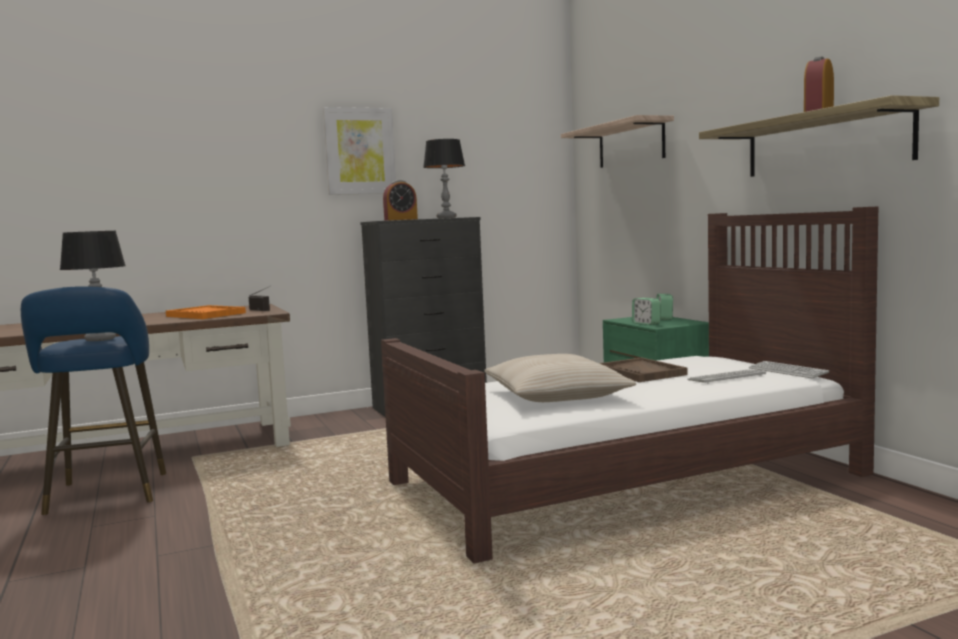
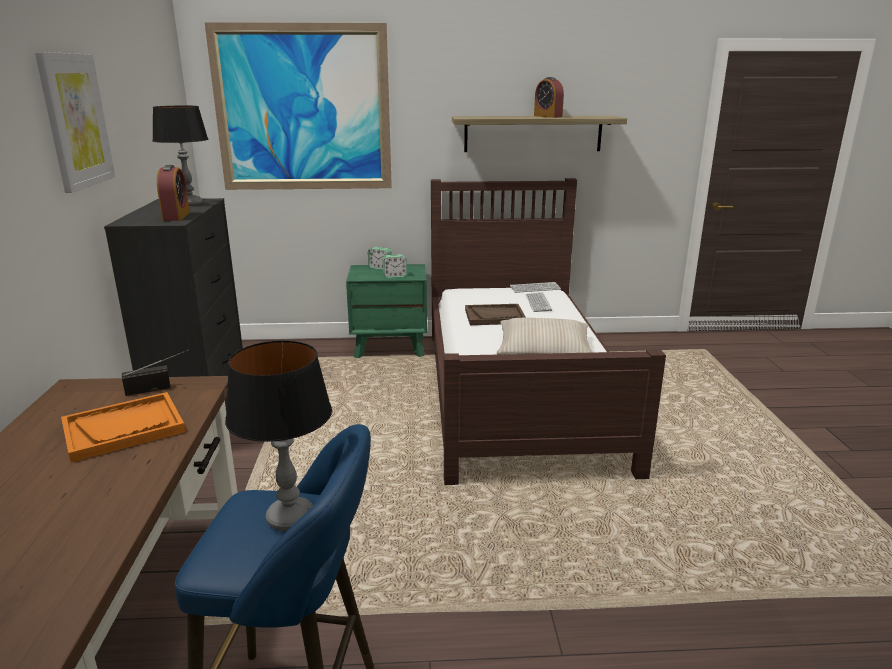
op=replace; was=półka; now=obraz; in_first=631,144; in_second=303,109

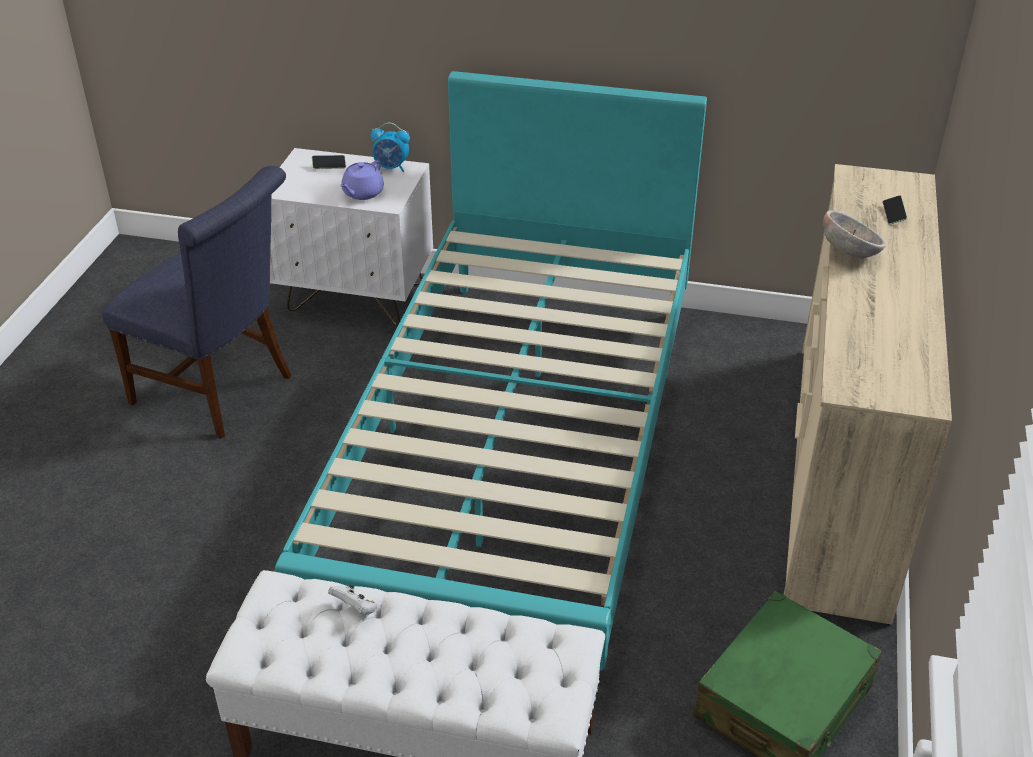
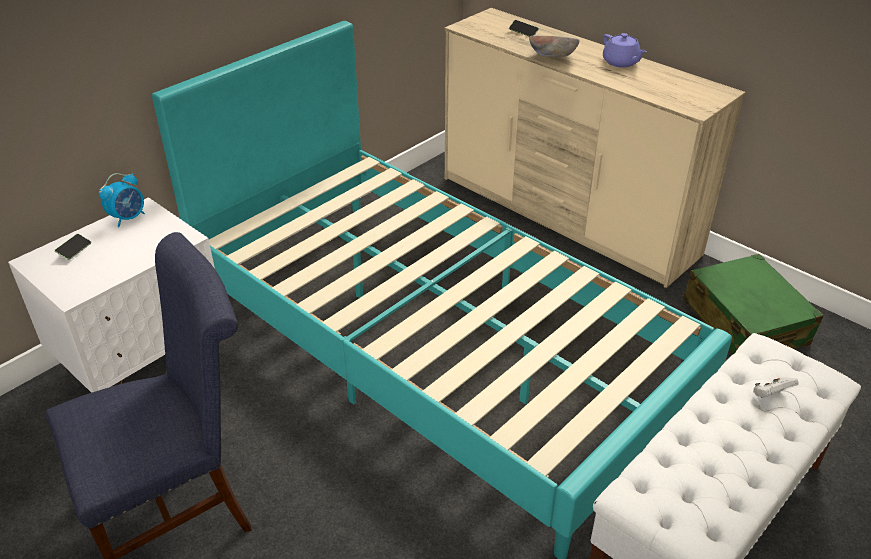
op=move; was=pad do gier/biały; in_first=355,609; in_second=771,395
op=move; was=imbryk/fioletowy; in_first=362,193; in_second=621,62

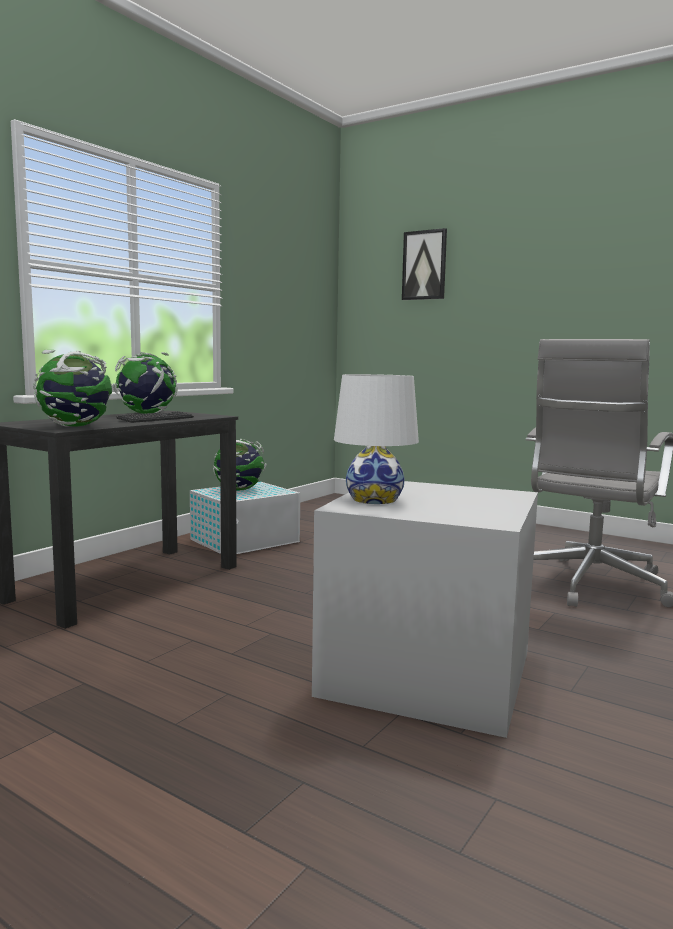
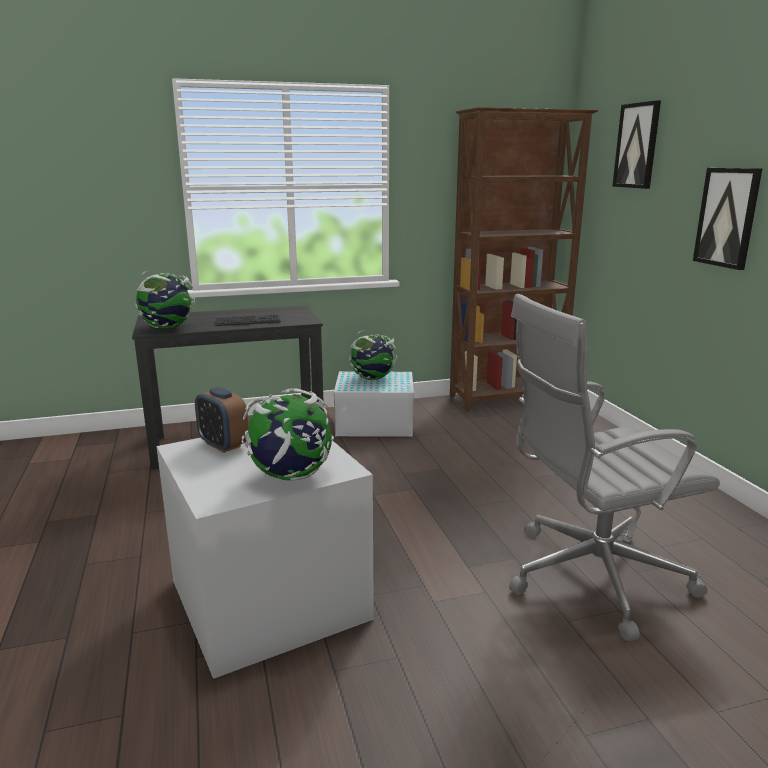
op=move; was=globus; in_first=146,414; in_second=290,476
op=replace; was=lampa stołowa/biały; now=budzik; in_first=374,499; in_second=223,445
op=insert; now=regał/brązowy; in_second=507,398
op=insert; now=obraz; in_second=727,217

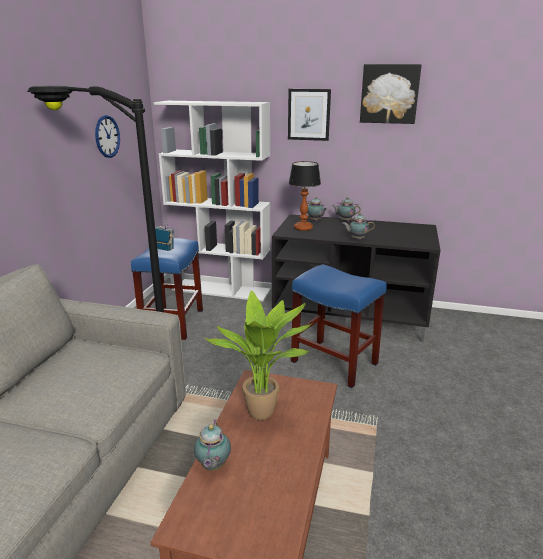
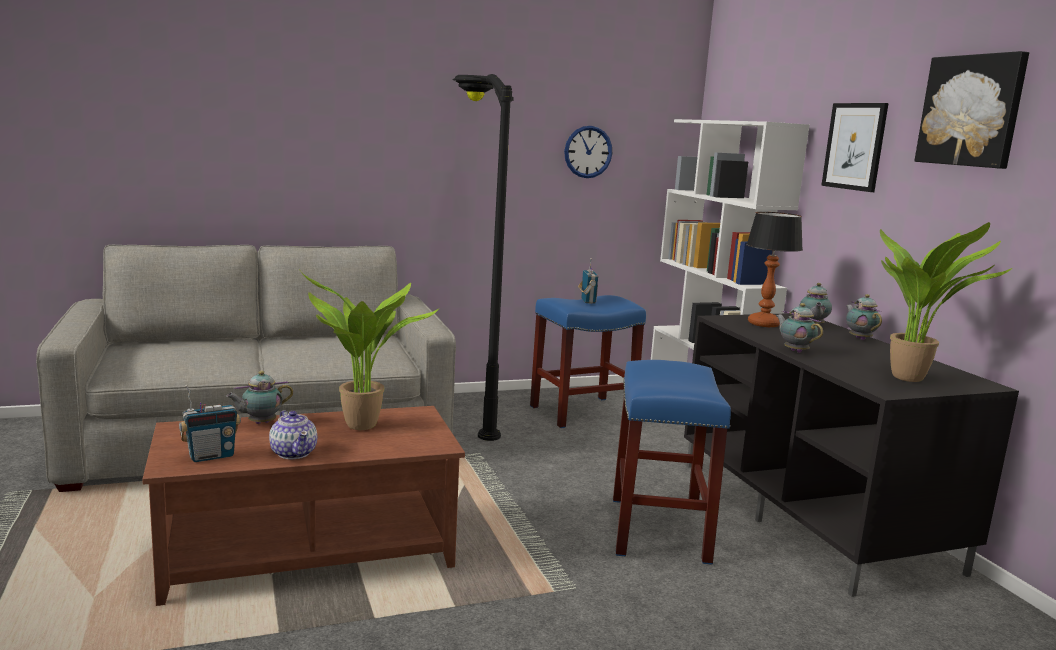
op=insert; now=radio; in_second=211,456
op=insert; now=imbryk; in_second=294,453
op=insert; now=roślina doniczkowa; in_second=913,379

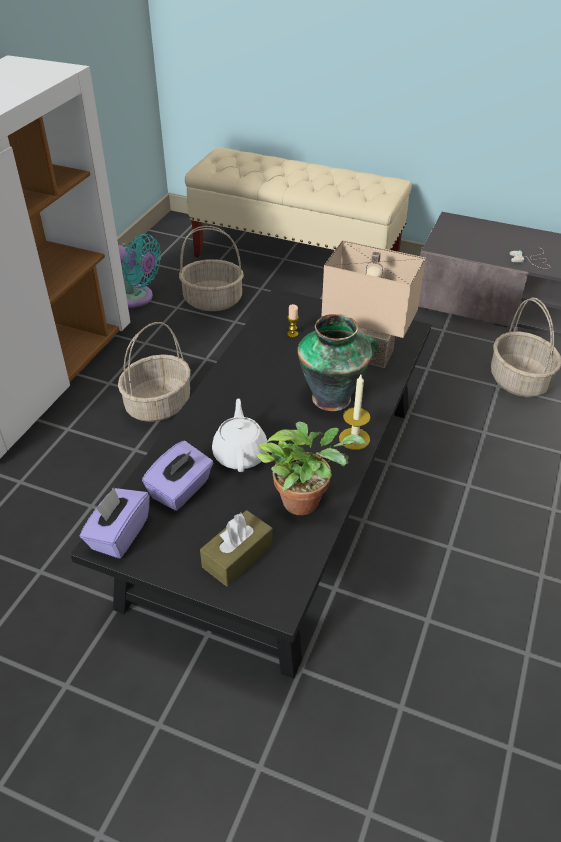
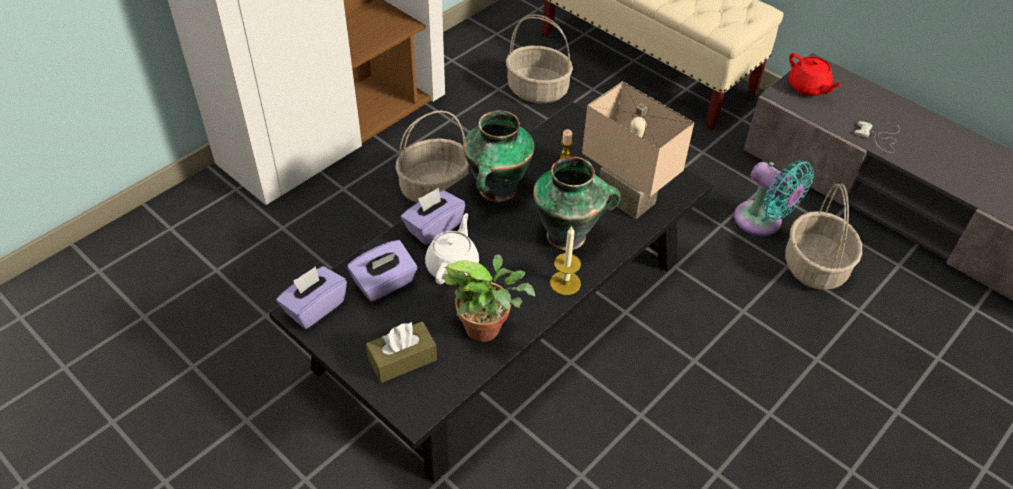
op=move; was=wentylator/turkusowy; in_first=137,298; in_second=762,222
op=insert; now=pudełko chusteczek/fioletowy; in_second=433,227
op=insert; now=wazon; in_second=497,190
op=insert; now=imbryk/czerwony; in_second=808,88

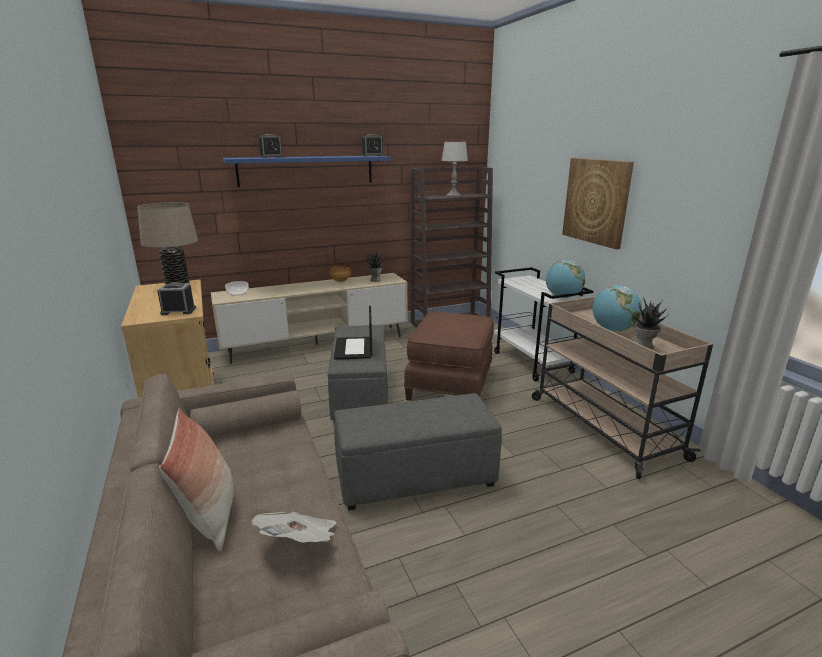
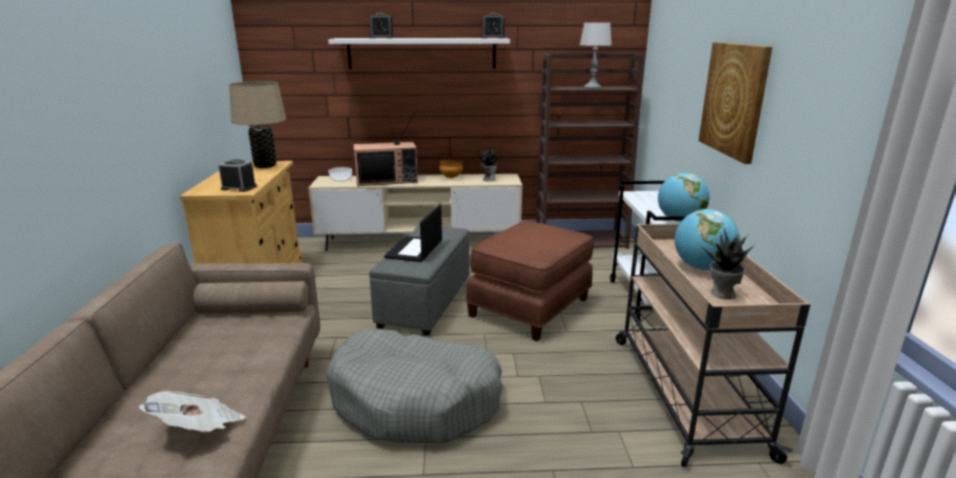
op=delete; was=poduszka; in_first=210,515
op=recolor; was=półka/niebieski; now=półka/biały; in_first=306,170; in_second=422,53
op=replace; was=pufa/szary; now=legowisko/szary; in_first=414,478; in_second=415,400
op=insert; now=telewizor; in_second=387,180

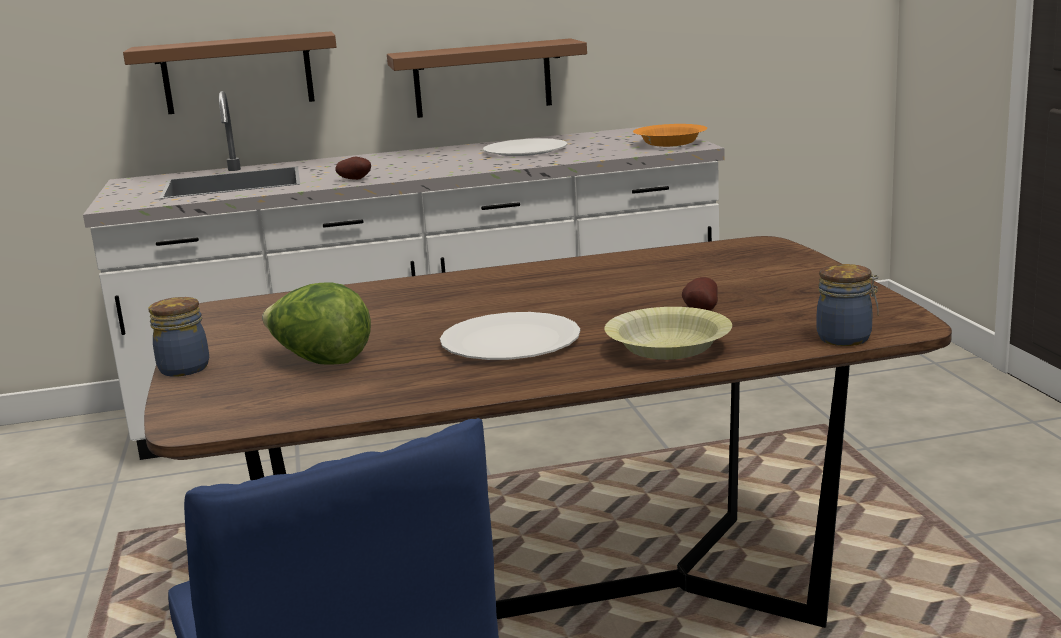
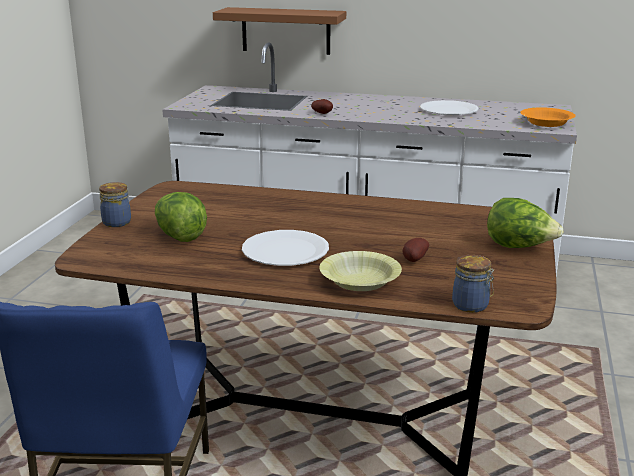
op=delete; was=półka/brązowy; in_first=482,78
op=insert; now=sałata; in_second=519,247

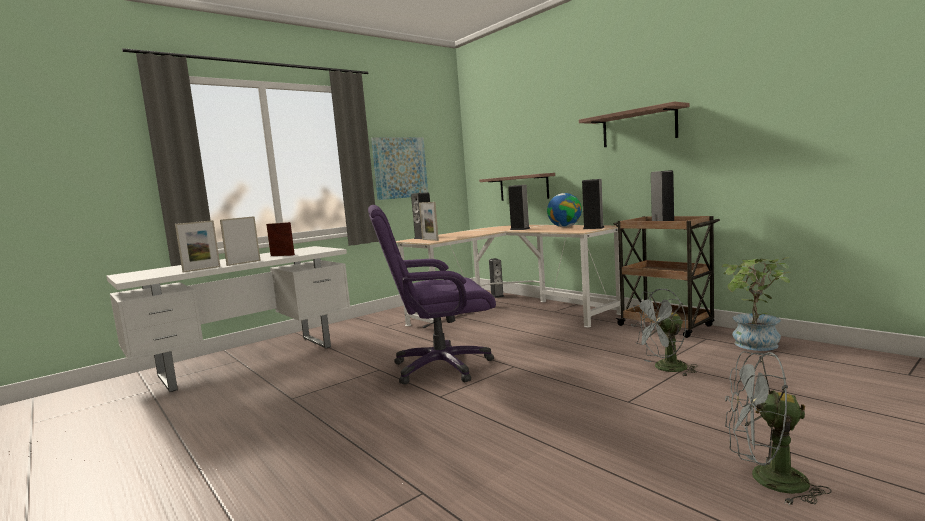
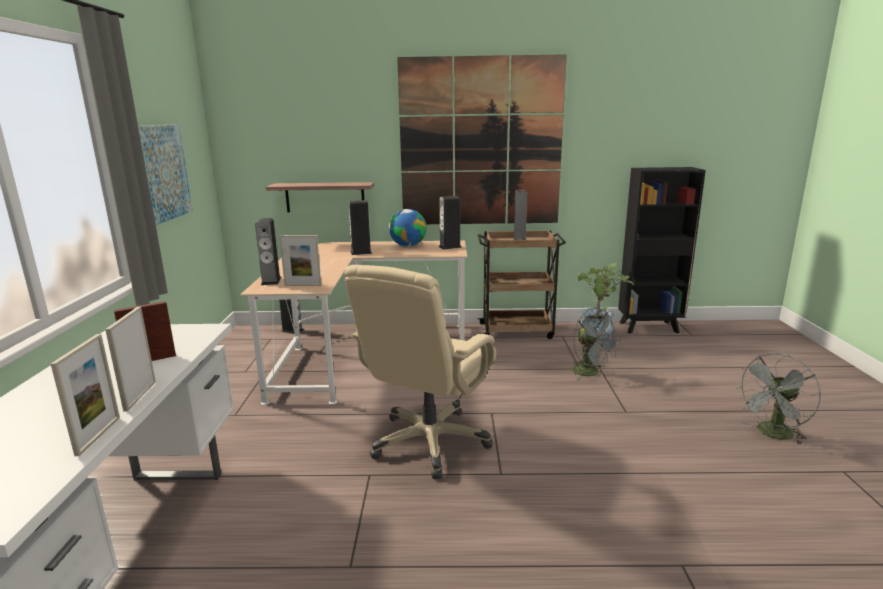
op=recolor; was=krzesło biurowe/fioletowy; now=krzesło biurowe/beżowy; in_first=440,367; in_second=429,442
op=replace; was=półka; now=obraz; in_first=638,127; in_second=481,143
op=rotate; was=wentylator/szary; in_first=665,369; in_second=591,373; clockwise=-60
op=insert; now=regał/czarny; in_second=650,327

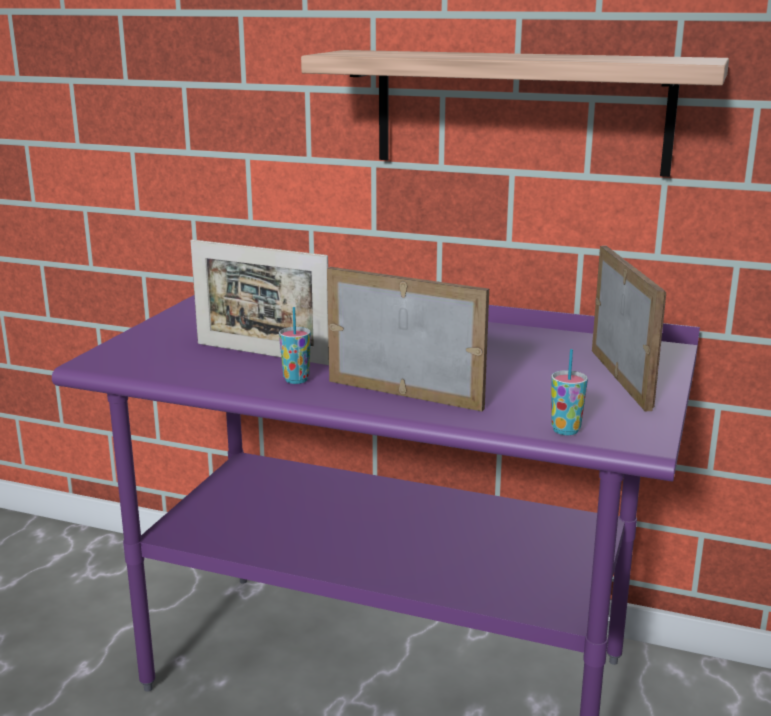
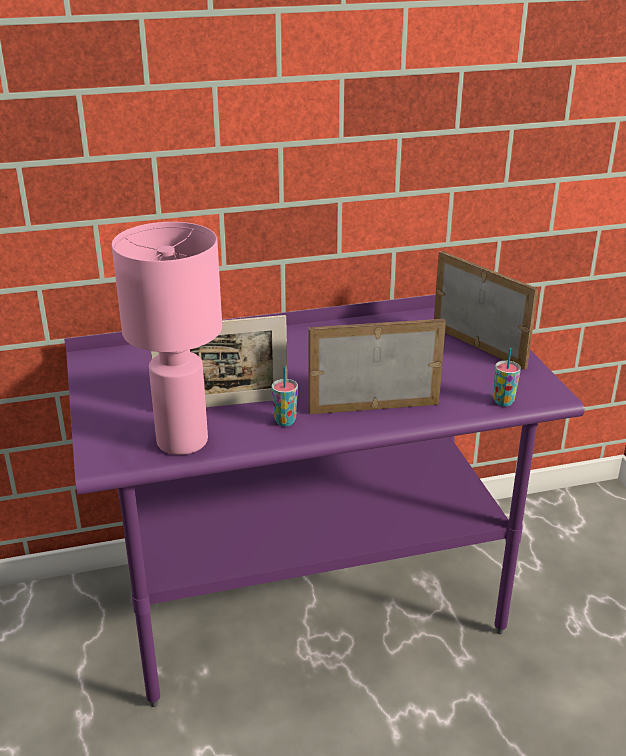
op=delete; was=półka; in_first=520,111
op=insert; now=lampa stołowa/różowy; in_second=182,440

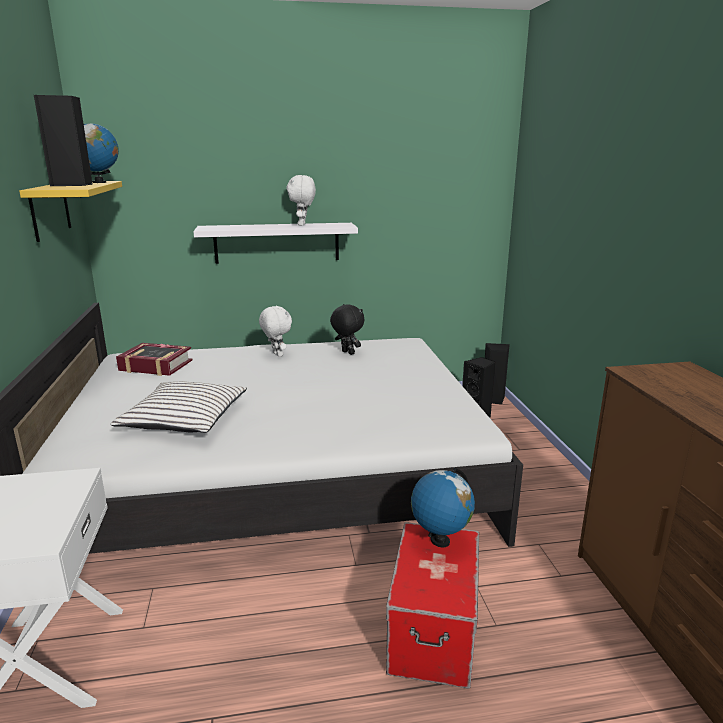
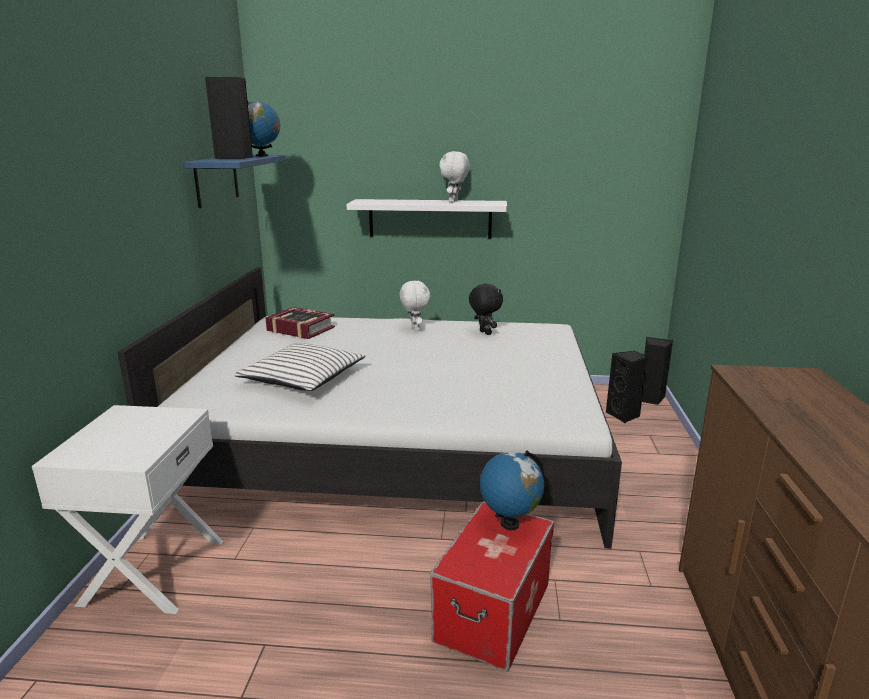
op=recolor; was=półka/żółty; now=półka/niebieski; in_first=50,210; in_second=216,180

